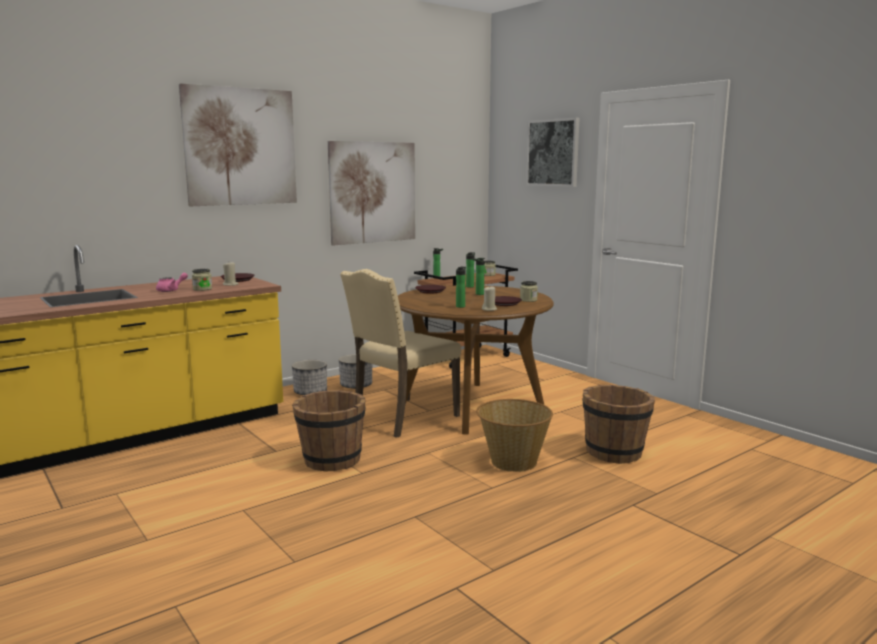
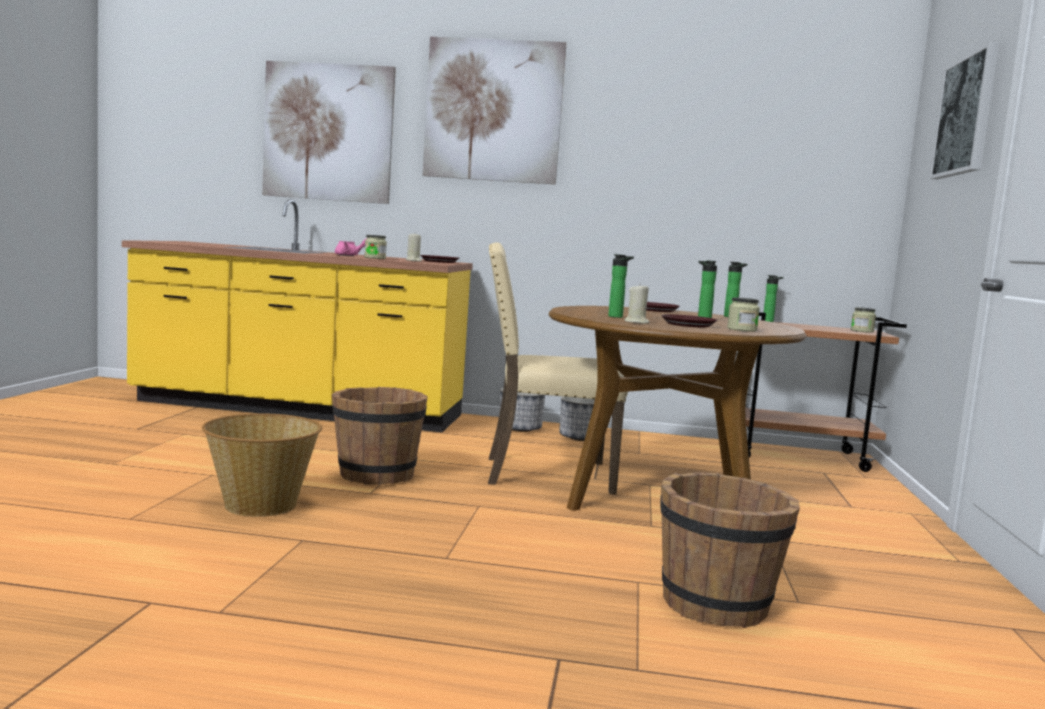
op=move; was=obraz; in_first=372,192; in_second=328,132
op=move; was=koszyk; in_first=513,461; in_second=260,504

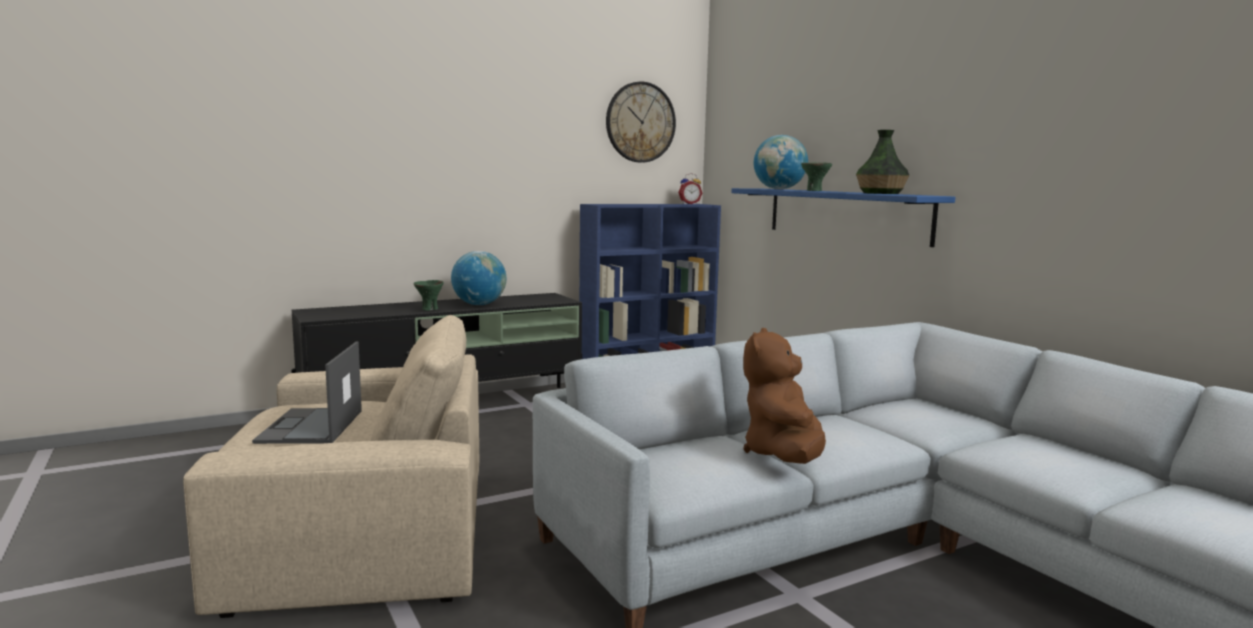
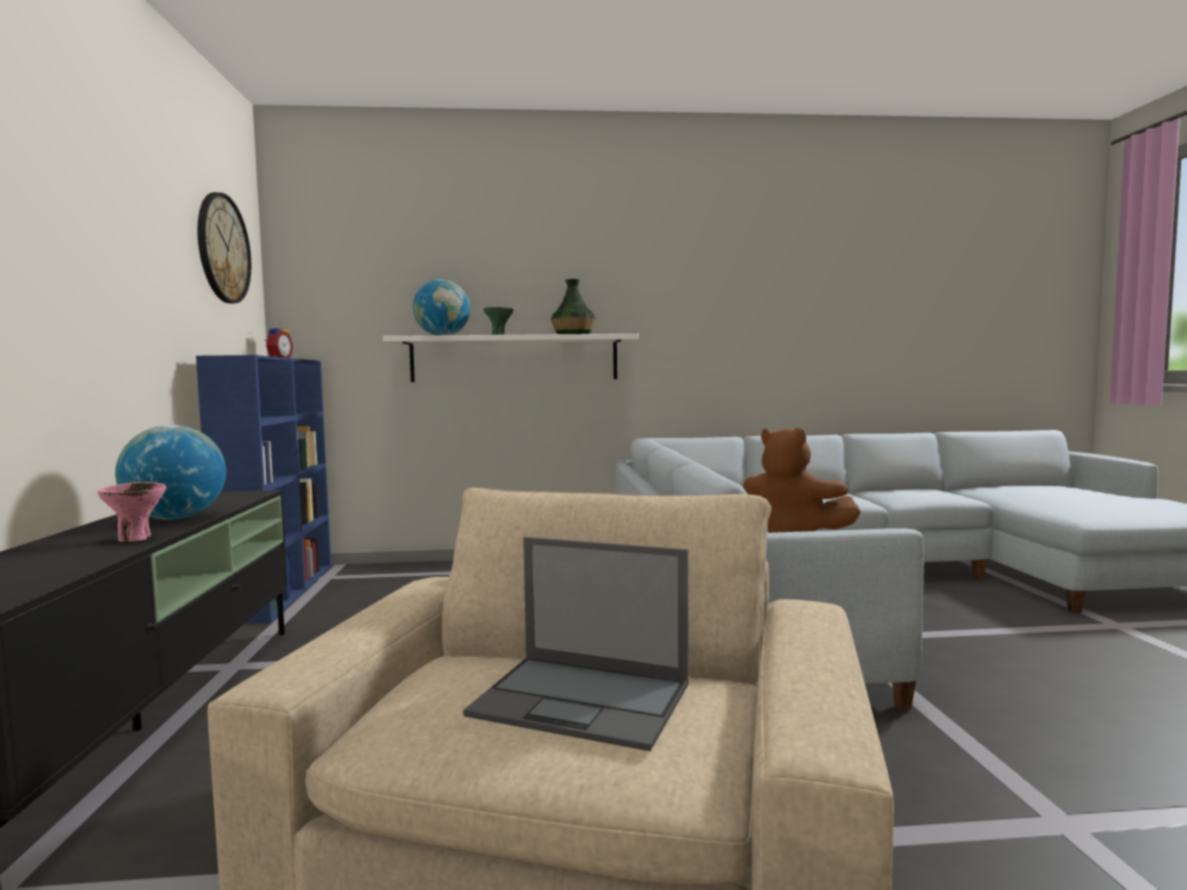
op=recolor; was=miska/zielony; now=miska/różowy; in_first=429,309; in_second=136,538
op=recolor; was=półka/niebieski; now=półka/biały; in_first=845,214; in_second=514,359

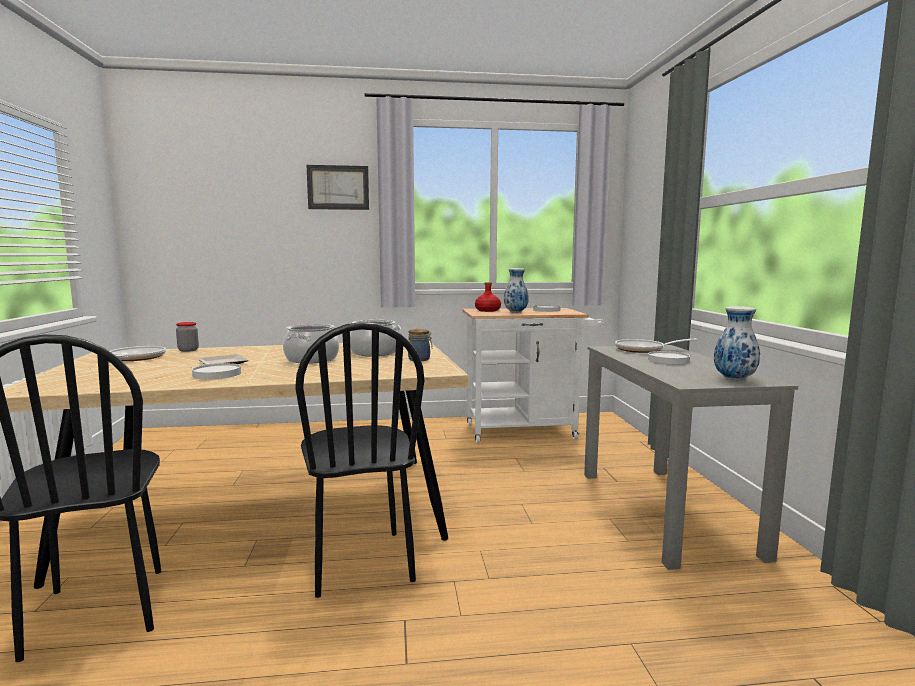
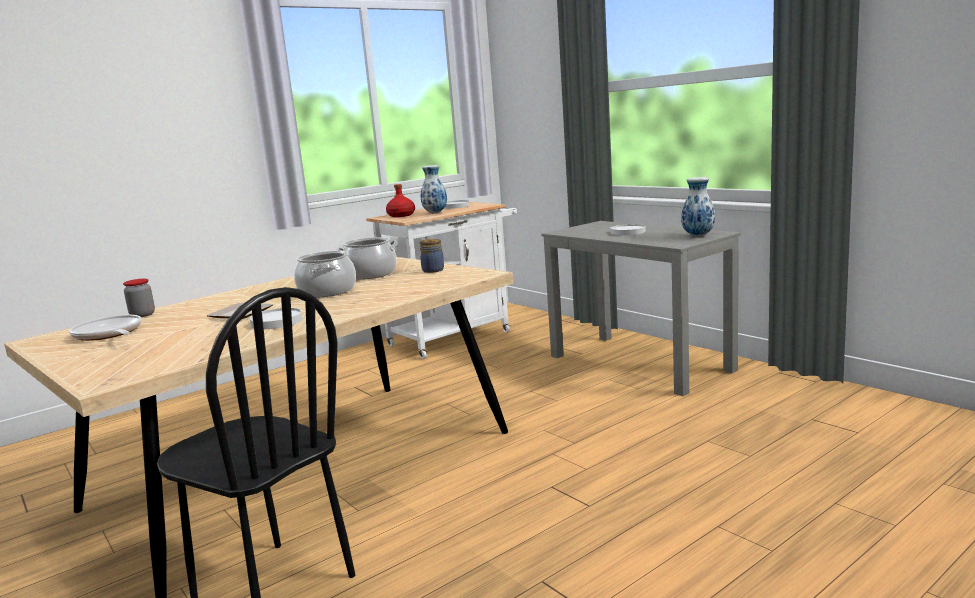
op=delete; was=krzesło/czarny; in_first=361,562
op=delete; was=obraz; in_first=338,187
op=delete; was=patelnia; in_first=643,350

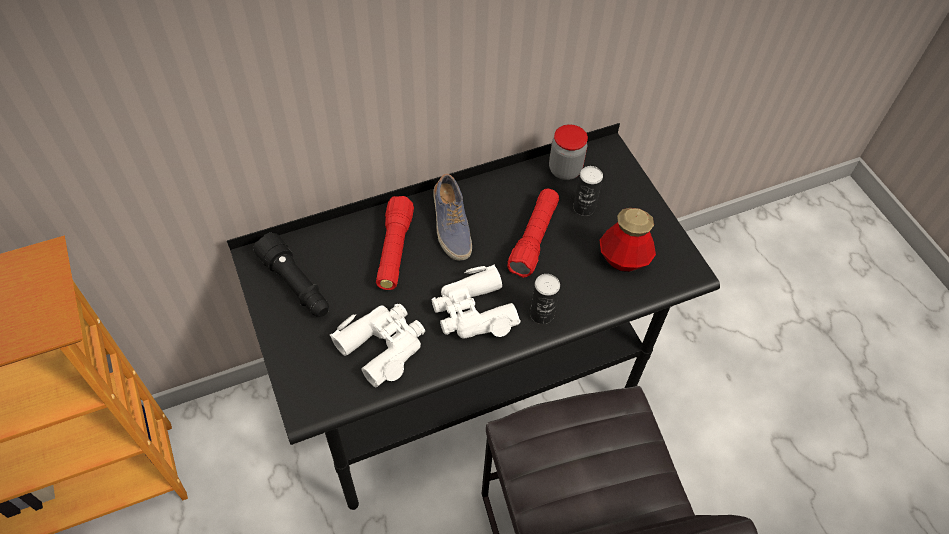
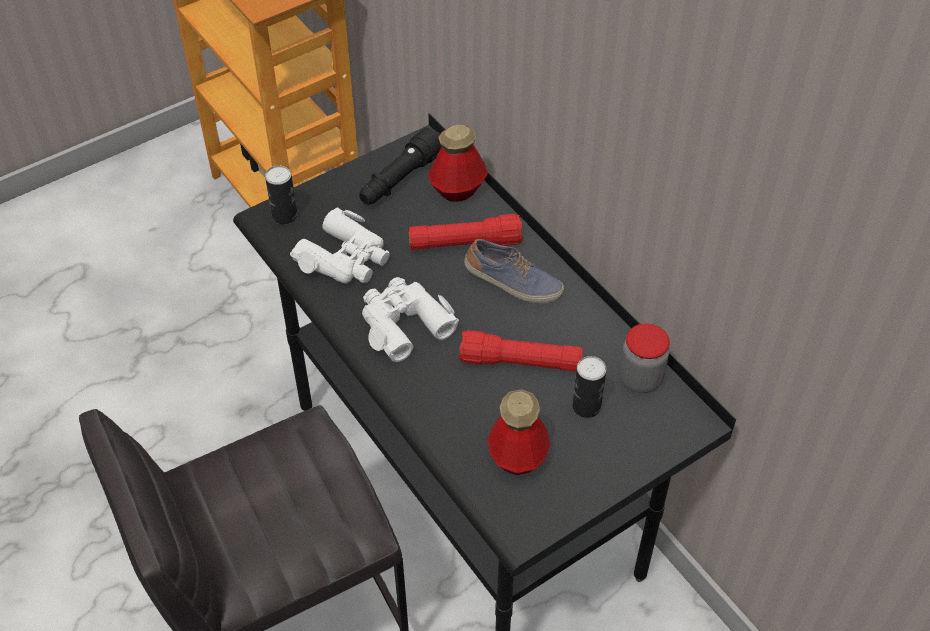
op=rotate; was=but; in_first=450,226; in_second=513,284; clockwise=-135
op=move; was=puszka; in_first=542,314; in_second=284,216
op=insert; now=butelka; in_second=458,190

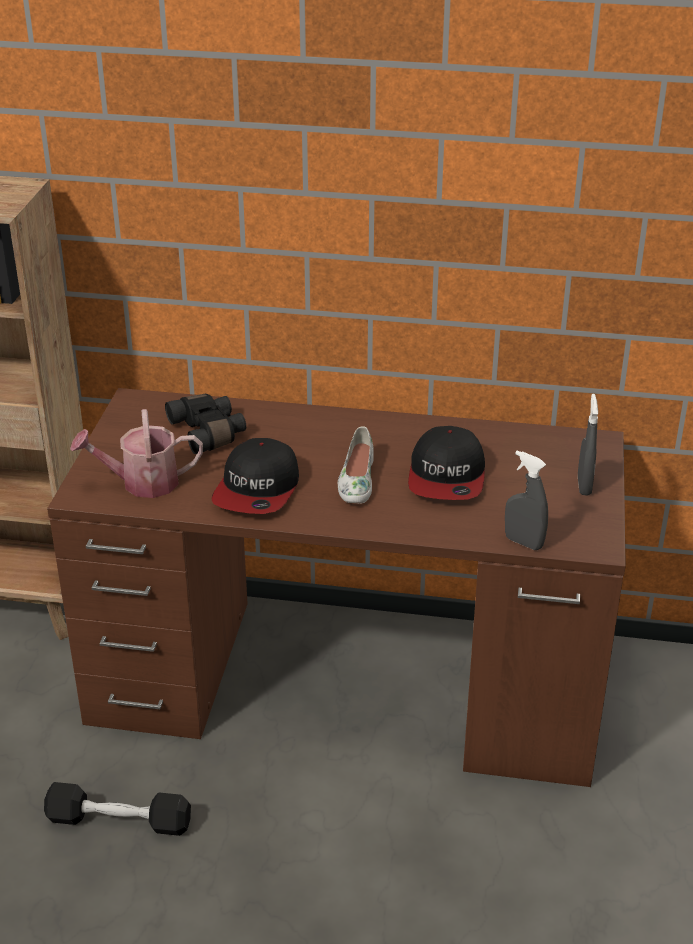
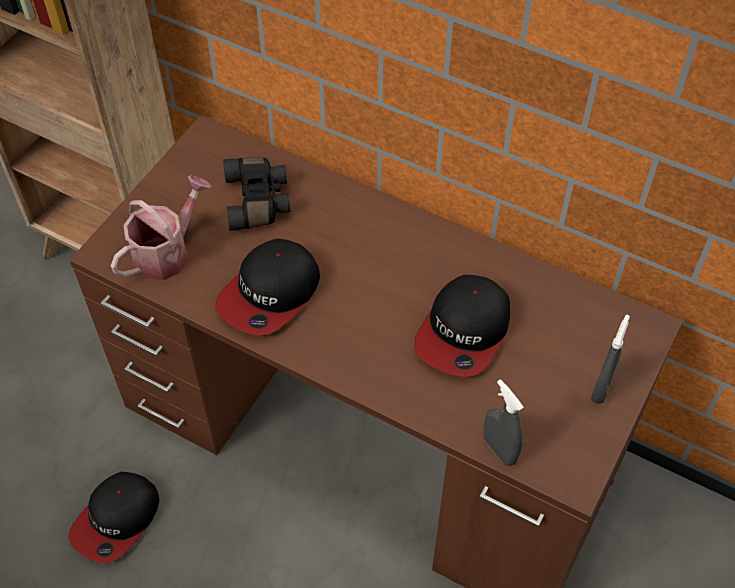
op=replace; was=hantel/czarny; now=czapka z daszkiem; in_first=119,821; in_second=117,520
op=rotate; was=konewka; in_first=142,483; in_second=167,252; clockwise=120
op=delete; was=but/biały; in_first=356,480

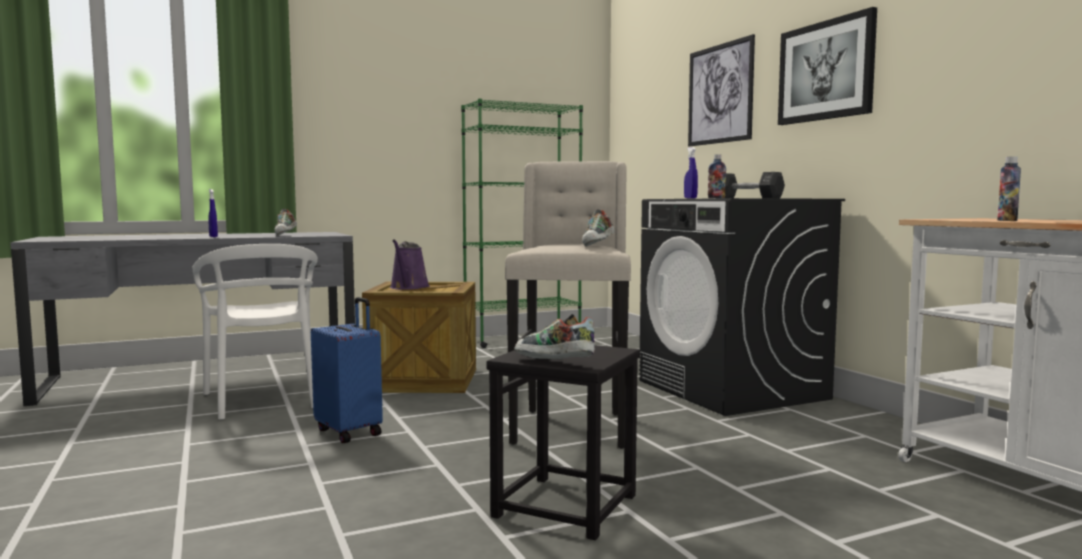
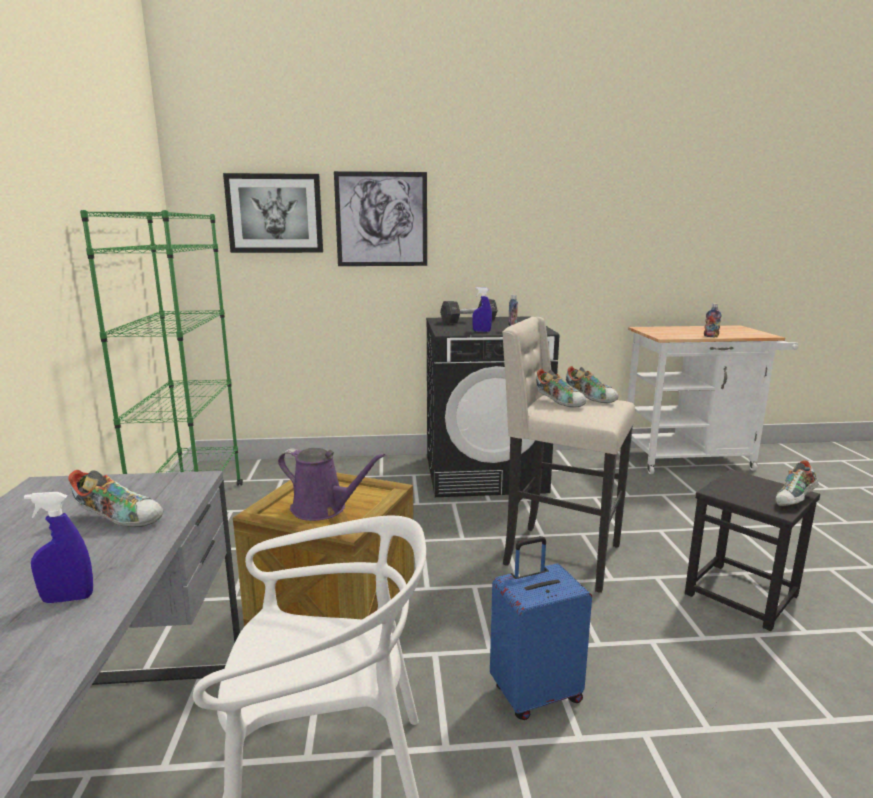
op=move; was=obraz; in_first=826,71; in_second=275,213
op=insert; now=but; in_second=560,402

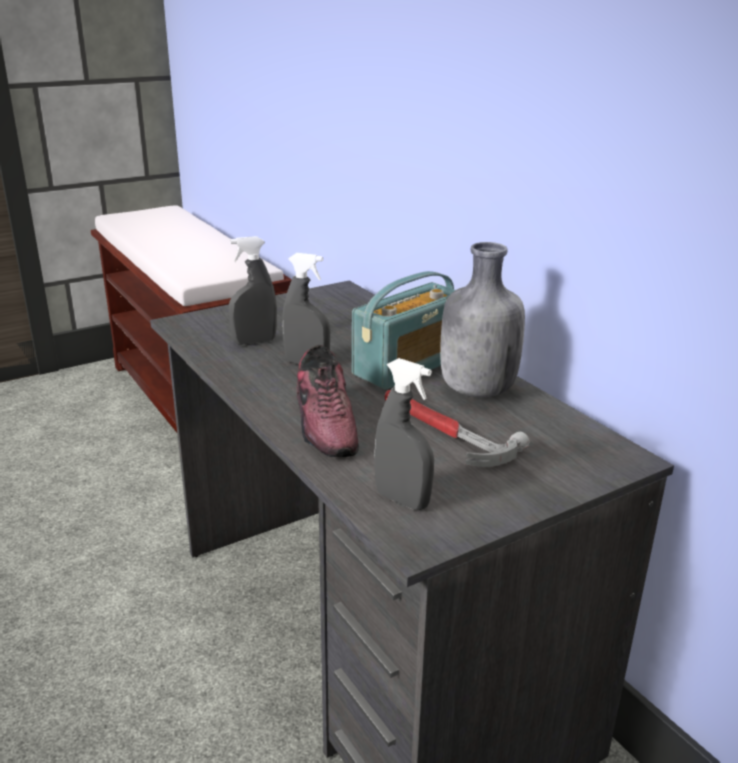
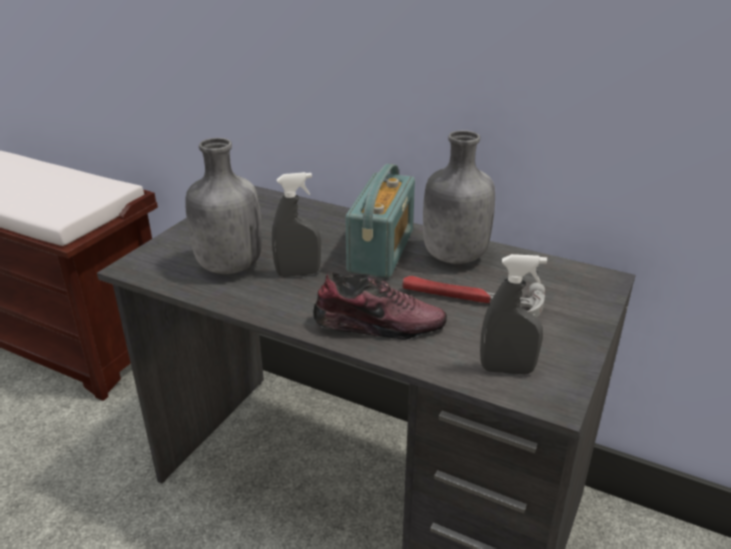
op=replace; was=spryskiwacz/szary; now=butelka/szary; in_first=254,342; in_second=228,266
op=rotate; was=but; in_first=326,424; in_second=378,325; clockwise=-45

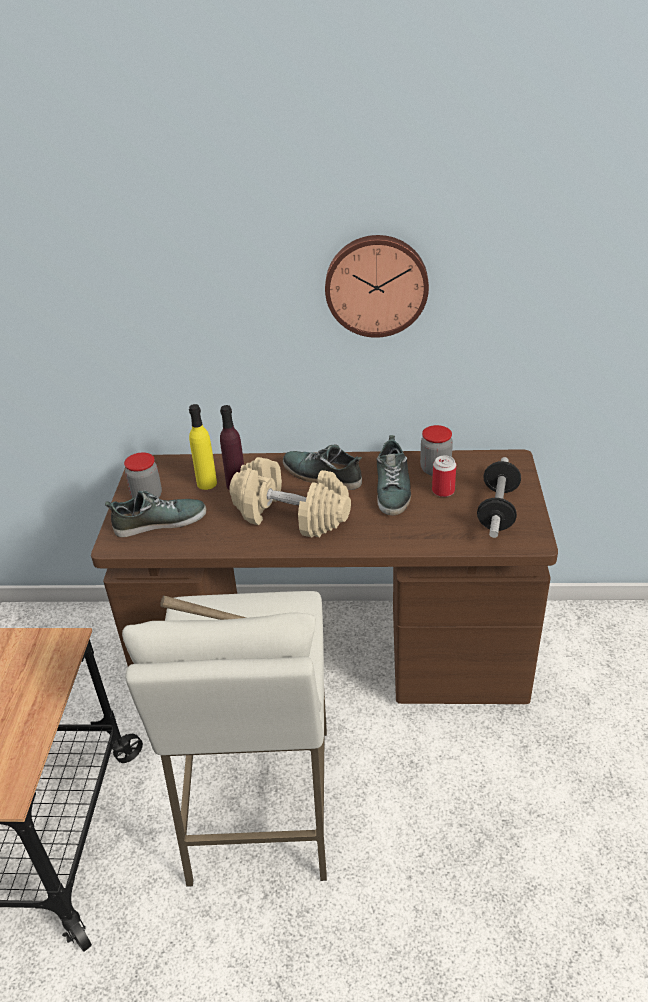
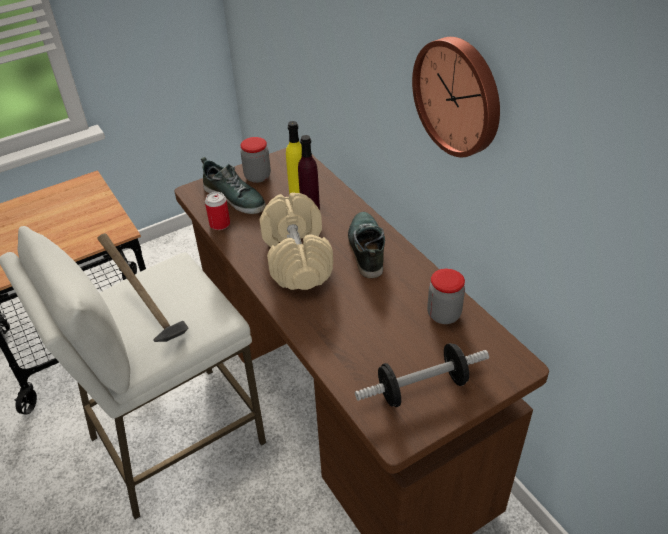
op=delete; was=but; in_first=393,489
op=move; was=puszka; in_first=443,491; in_second=220,224

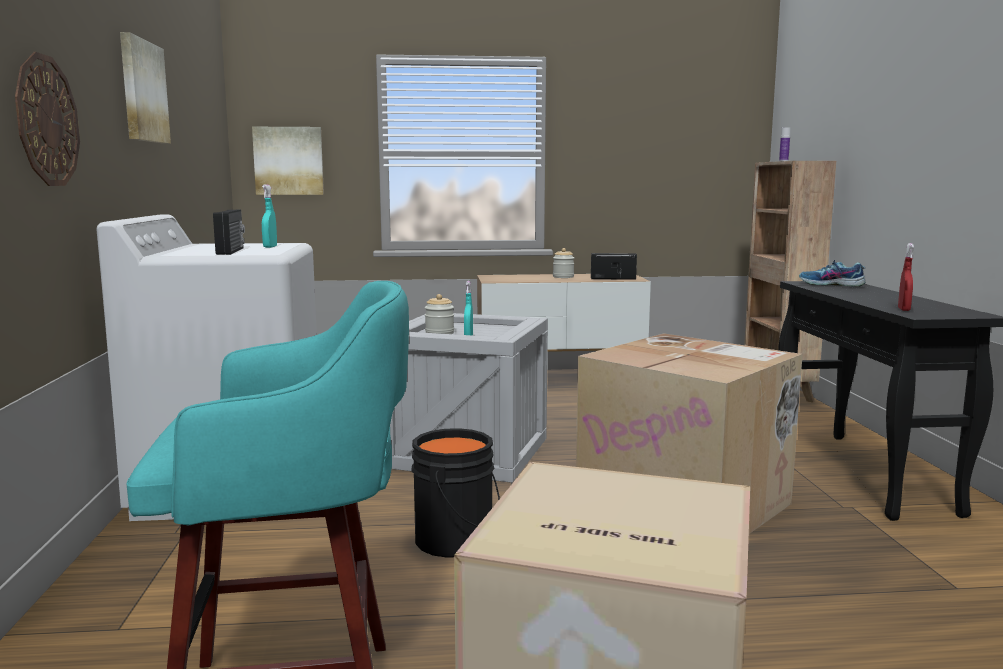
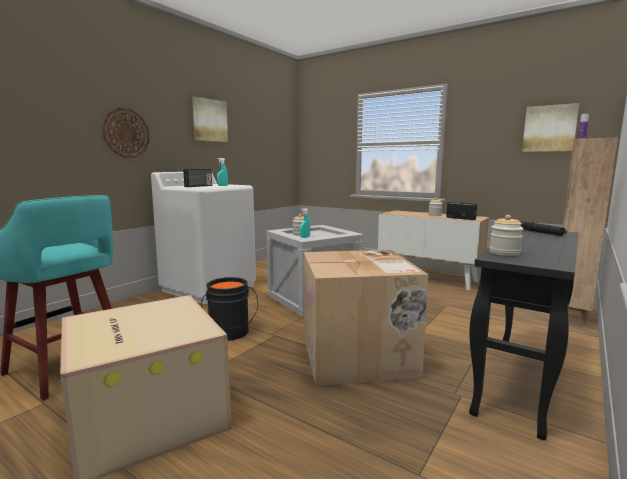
op=move; was=obraz; in_first=288,161; in_second=549,128
op=replace; was=but; now=latarka/czarny; in_first=831,284; in_second=540,232
op=replace; was=spryskiwacz/czerwony; now=słoik; in_first=904,309; in_second=504,253

